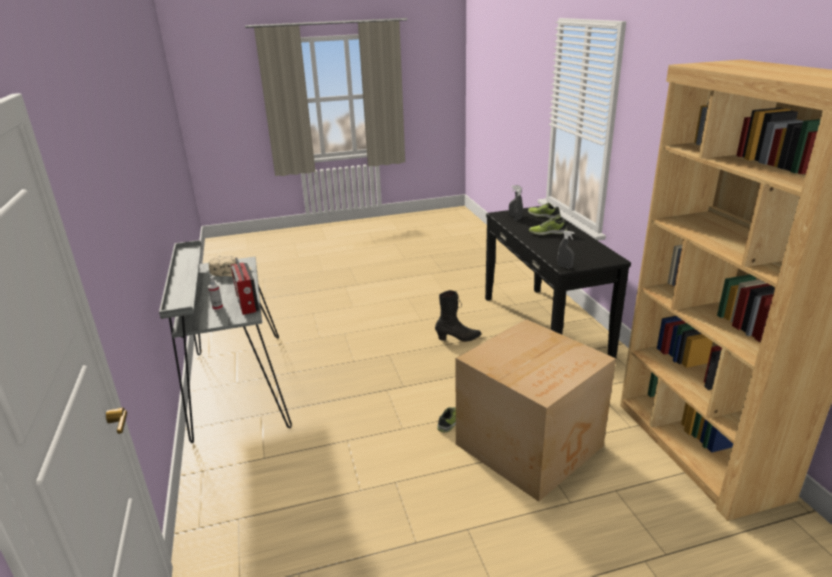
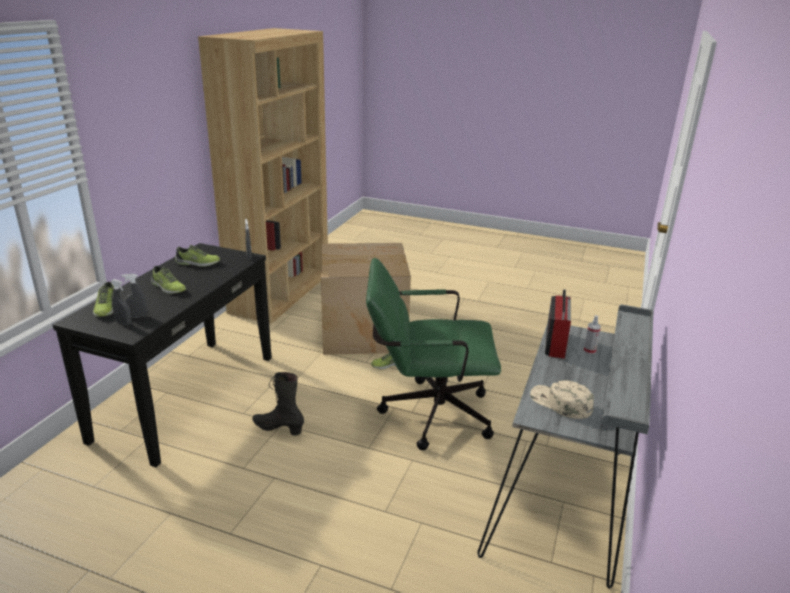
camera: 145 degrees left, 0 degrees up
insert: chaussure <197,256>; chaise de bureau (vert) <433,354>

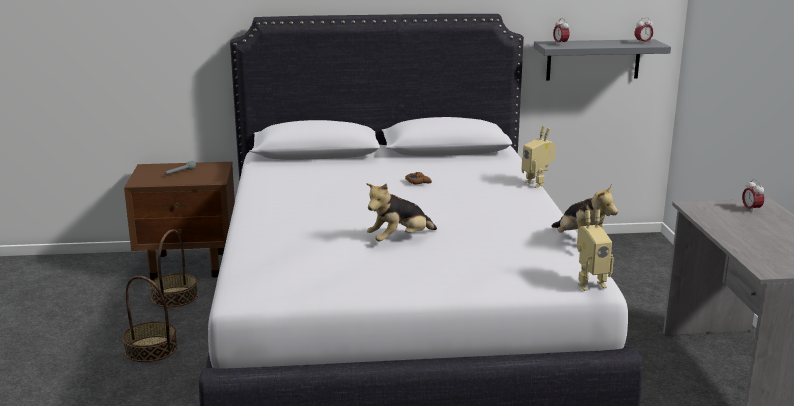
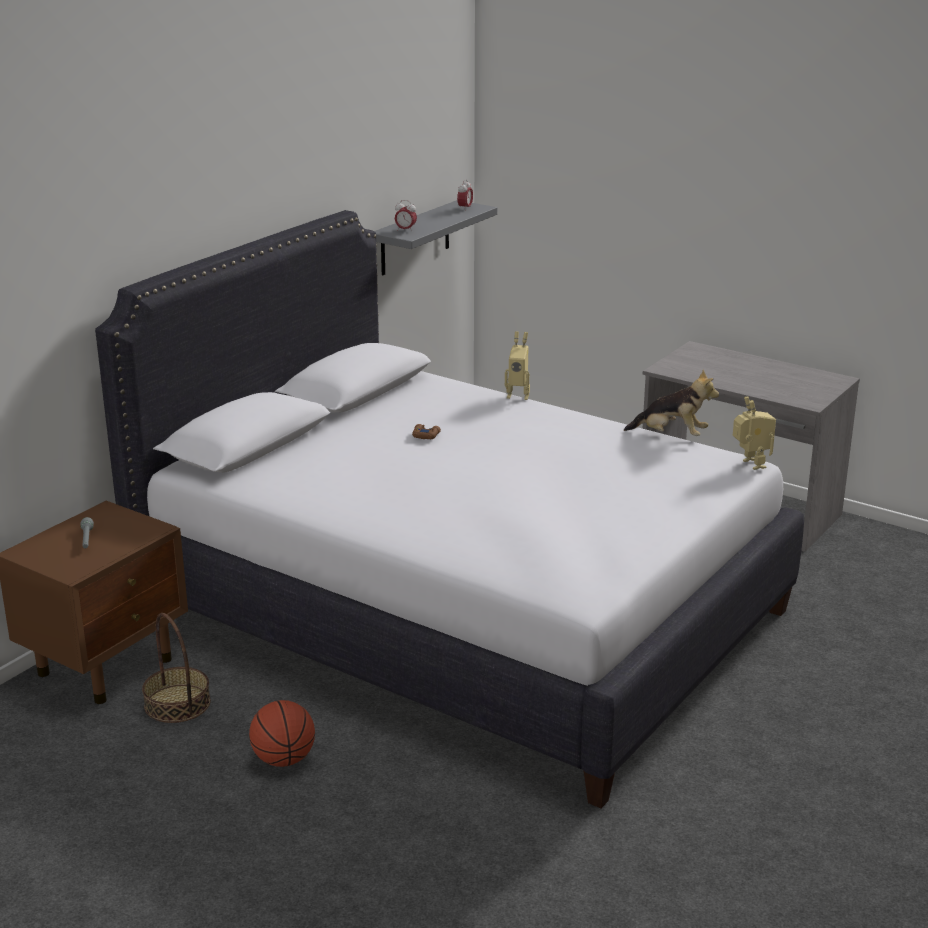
camera: 50 degrees left, 5 degrees up
delete: peluche <401,212>; réveil <753,196>
replace: panier <150,319> to ballon de basket <282,733>
rotate: robot jouet <595,250> = <754,433> 45 degrees counterclockwise

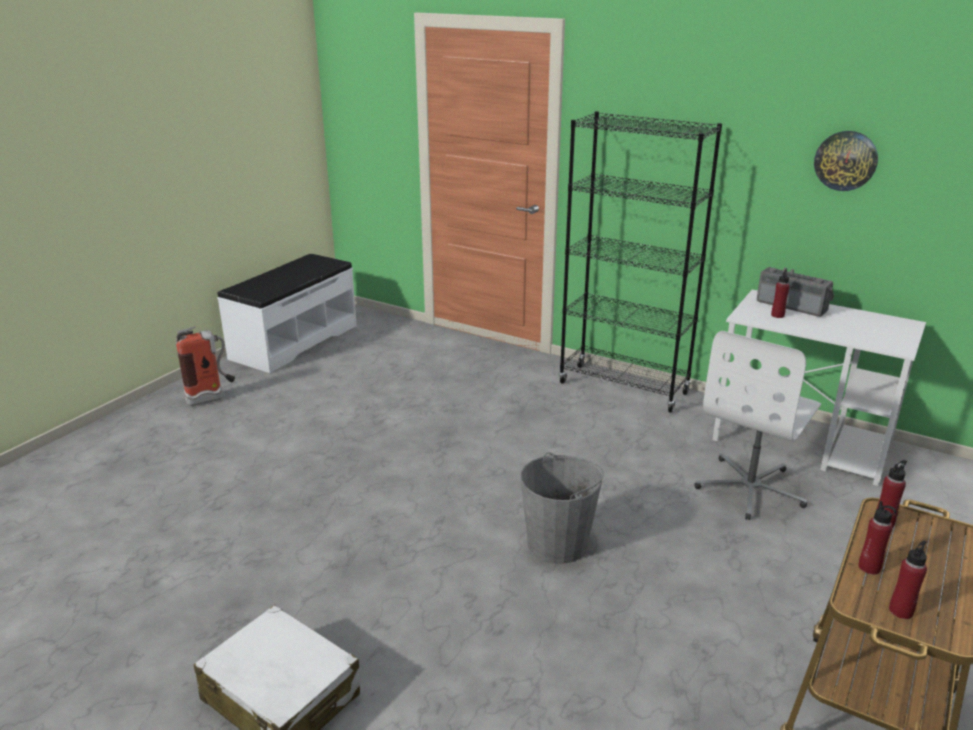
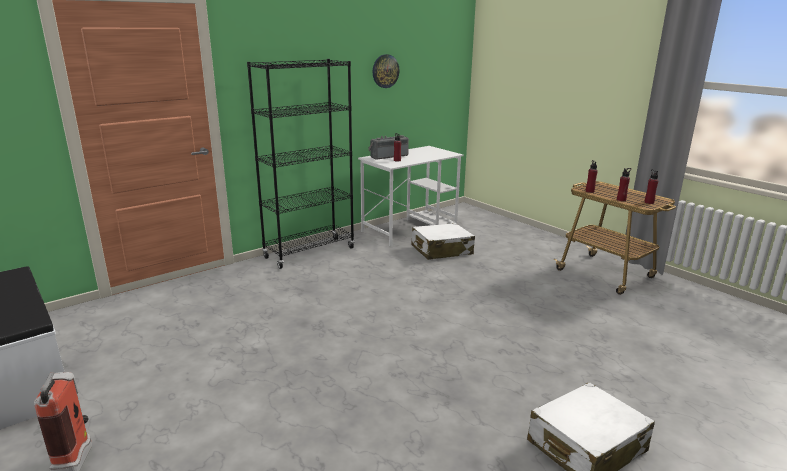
camera: 70 degrees left, 5 degrees down
delete: seau (gris) <562,508>
replace: chaise de bureau (blanc) <758,425> to valise (blanc) <443,241>

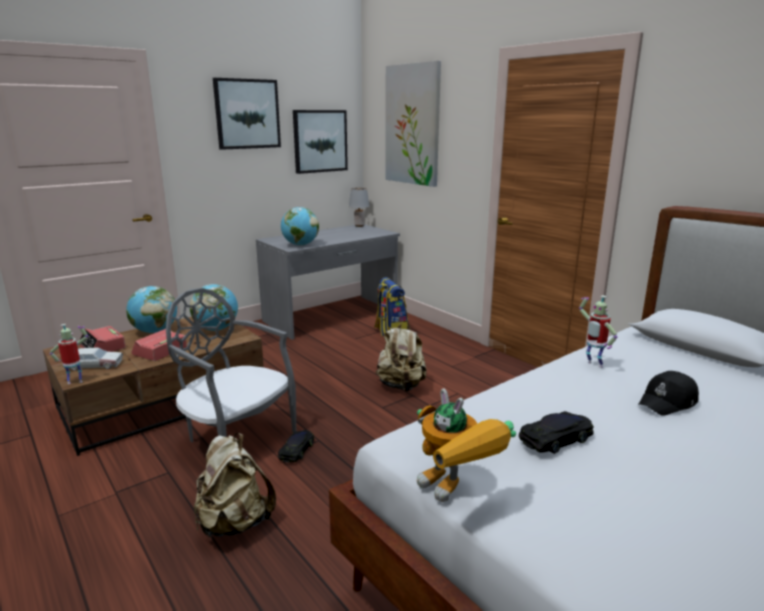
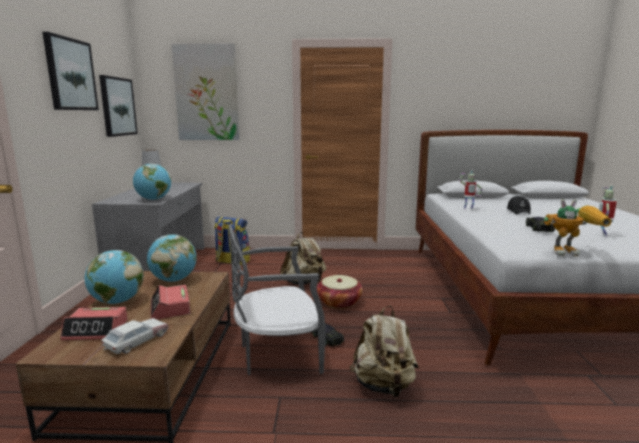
camera: 50 degrees left, 5 degrees down
insert: panier <340,292>
move: robot jouet <69,354> to <608,211>

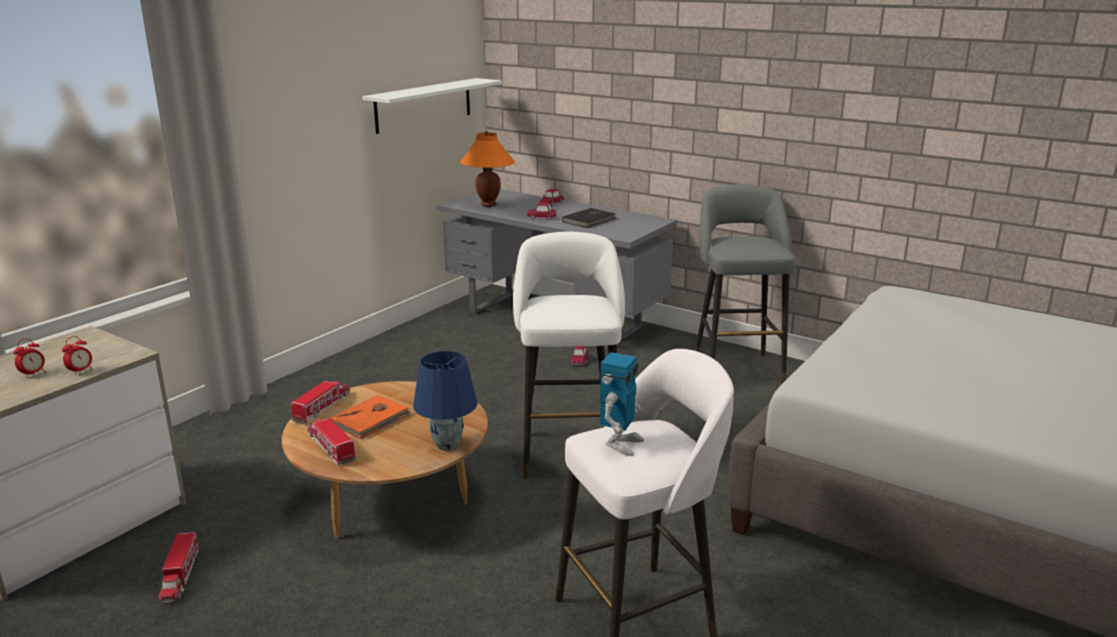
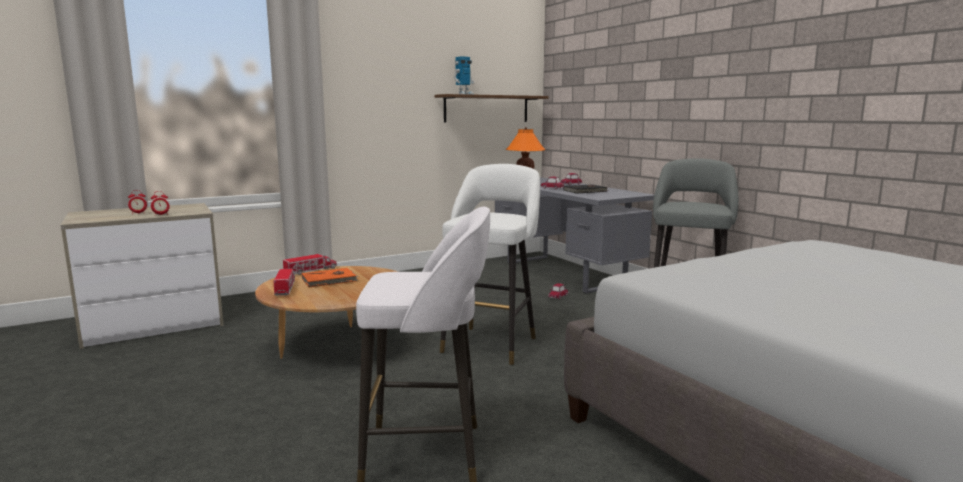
camera: 25 degrees right, 10 degrees down
delete: camion jouet <178,567>; lampe de table (bleu) <445,401>
move: robot jouet <622,404> to <464,75>
recolor: étagère (blanc) <432,106> to étagère (marron) <491,108>

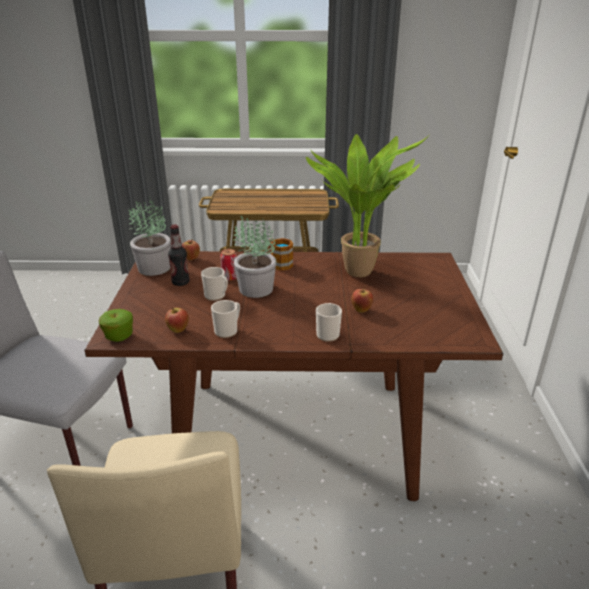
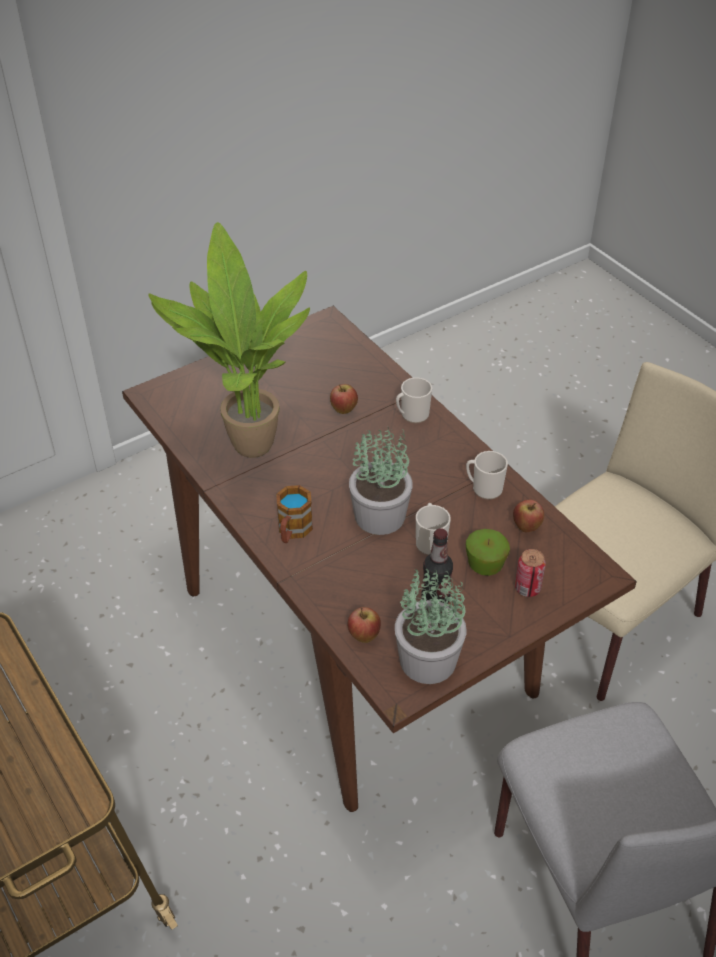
camera: 125 degrees left, 15 degrees up
move: pomme <115,325> to <488,552>; boîte métallique <228,265> to <530,573>

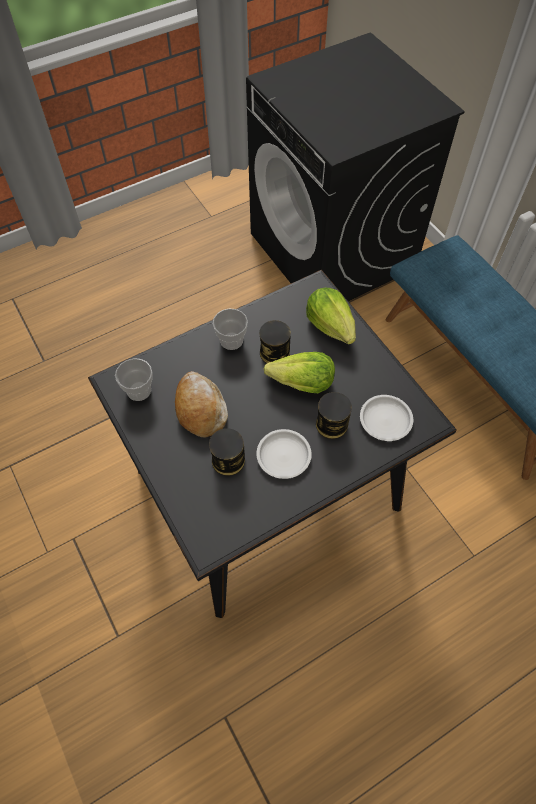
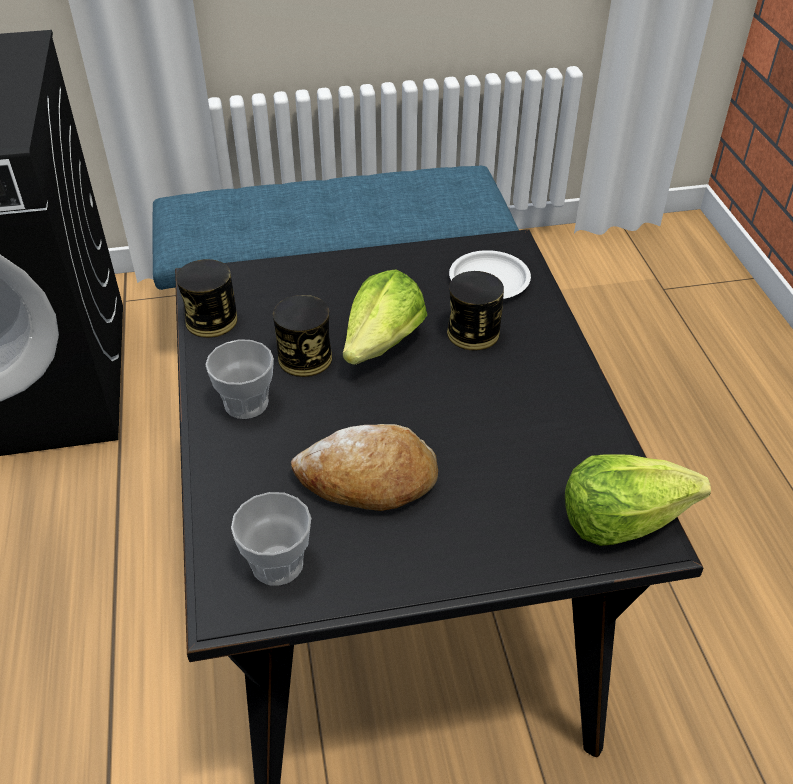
camera: 70 degrees left, 15 degrees down
delete: assiette (blanc) <284,454>
move: boîte métallique <227,452> to <206,298>; laitue <331,316> to <638,500>

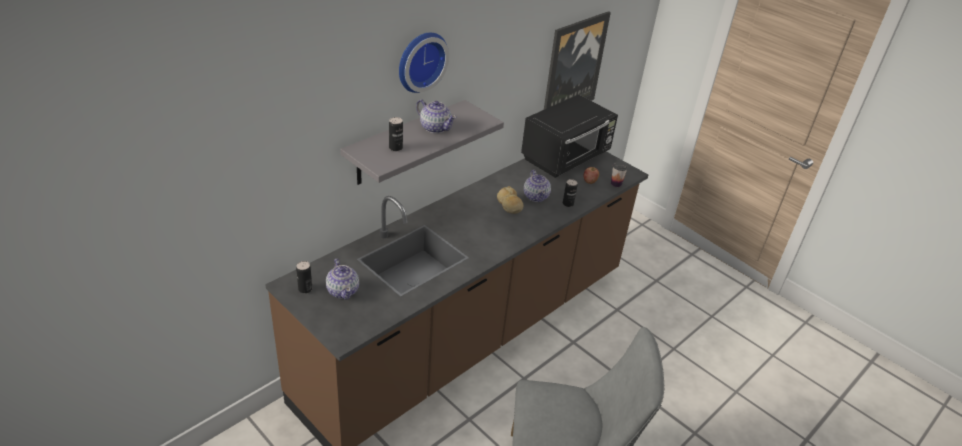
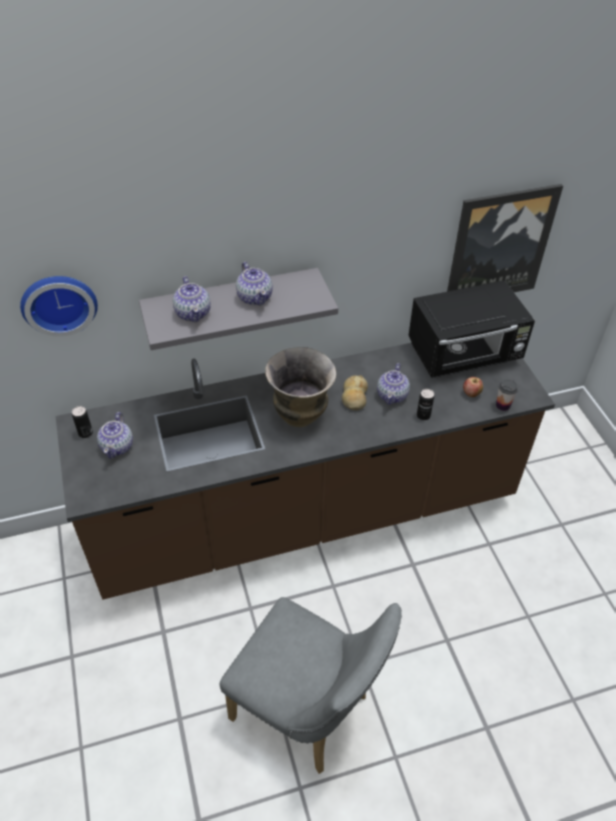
camera: 30 degrees right, 10 degrees up
insert: vase <300,387>
move: horloge murale <424,63> to <59,306>
replace: boîte métallique <396,134> to théière <192,299>

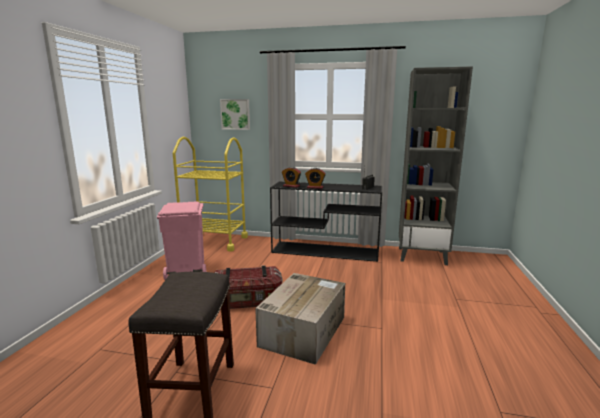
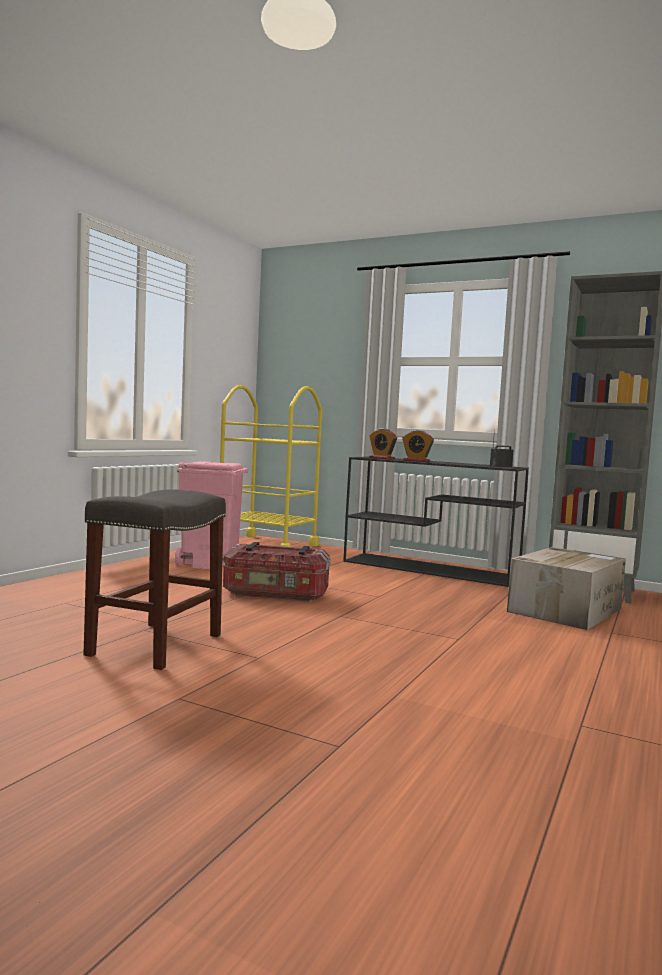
camera: 15 degrees right, 10 degrees down
delete: tableau <235,114>
move: carton <300,319> to <566,588>

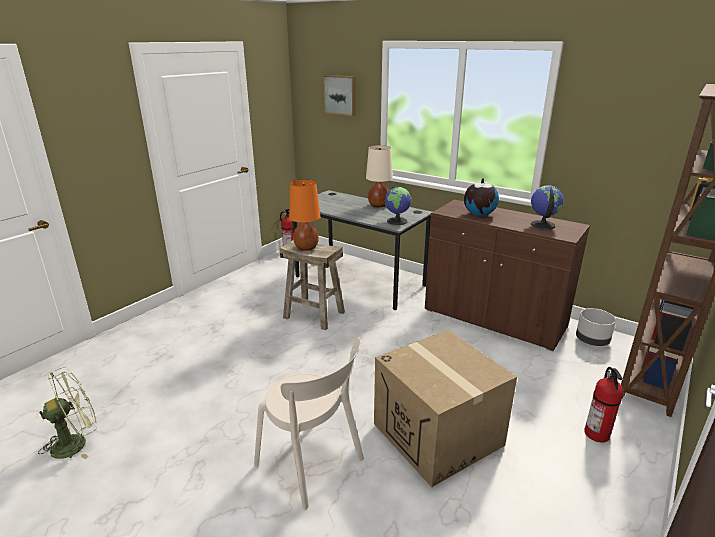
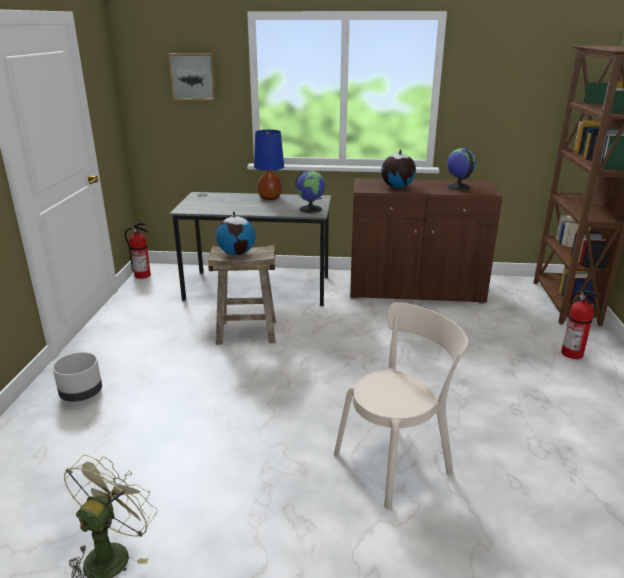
camera: 30 degrees left, 0 degrees up
delete: carton <445,408>
move: cache-pot (gris) <596,327> to <77,377>
replace: lampe de table (orange) <304,215> to globe <235,233>
recolor: lampe de table (beige) <379,176> to lampe de table (bleu) <269,165>
rotate: chaise (beige) <309,423> = <401,405> 45 degrees counterclockwise

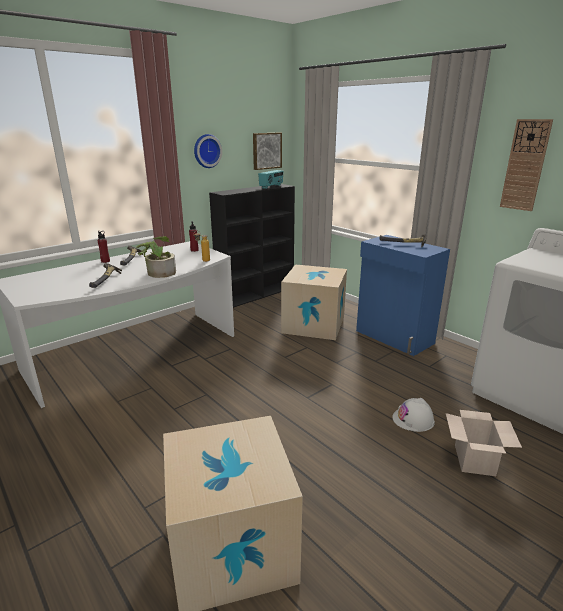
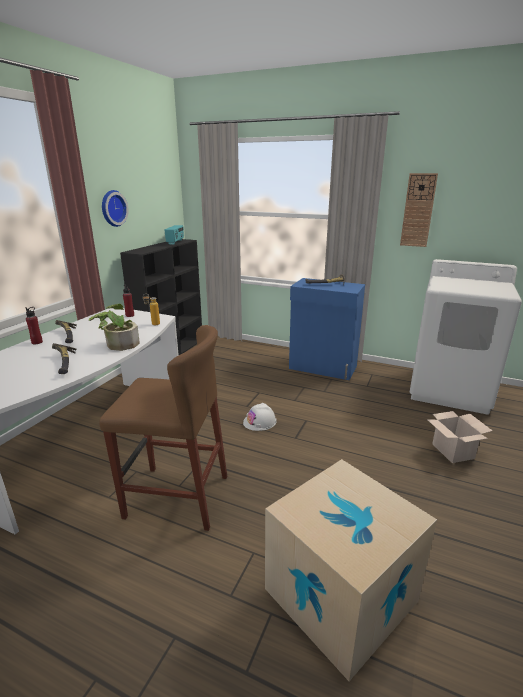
camera: 25 degrees left, 0 degrees up
delete: tableau <267,151>; carton <314,302>
insert: tabouret (marron) <163,428>
move: casque de chantier (blanc) <413,415> to <260,417>

